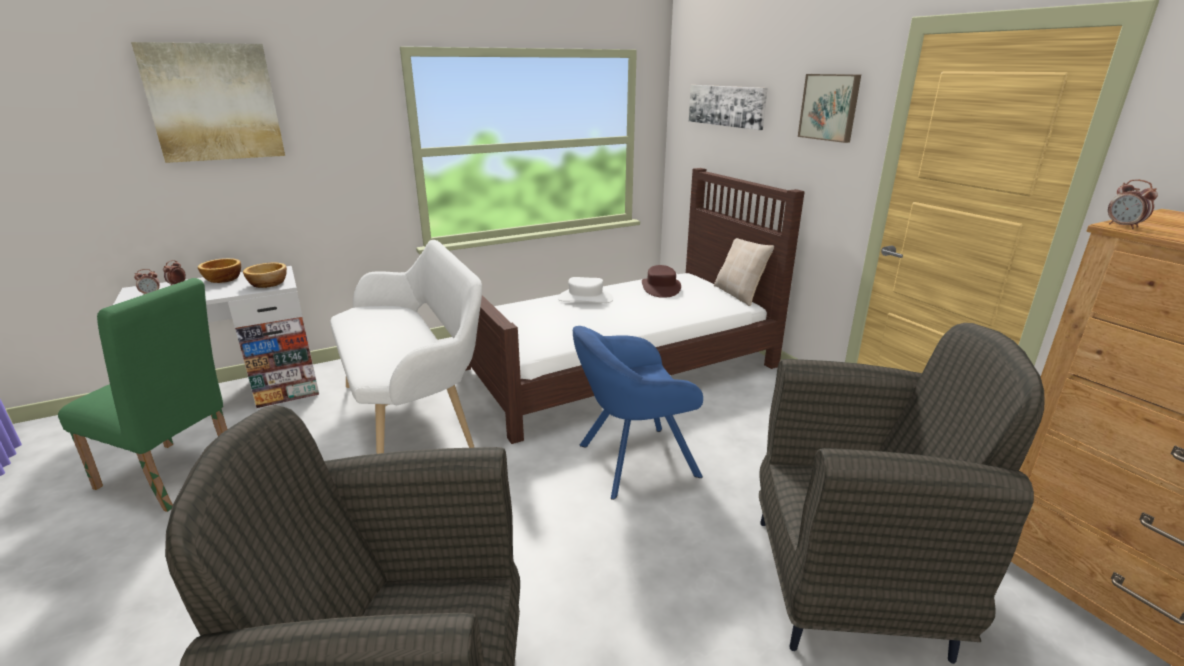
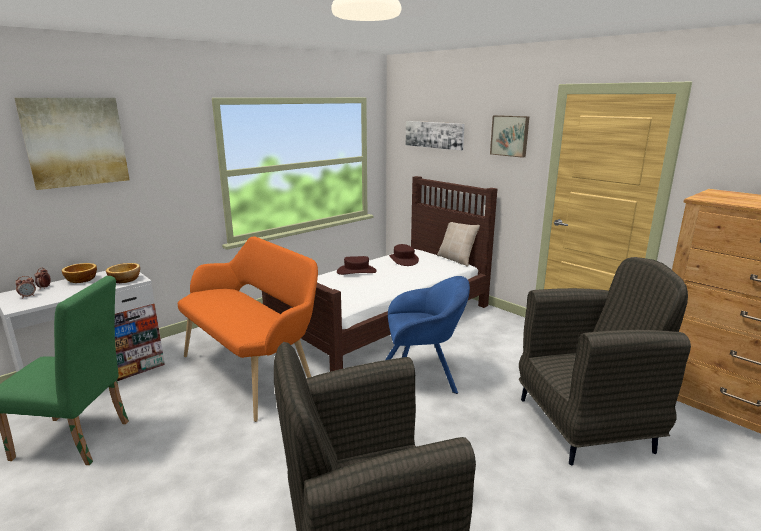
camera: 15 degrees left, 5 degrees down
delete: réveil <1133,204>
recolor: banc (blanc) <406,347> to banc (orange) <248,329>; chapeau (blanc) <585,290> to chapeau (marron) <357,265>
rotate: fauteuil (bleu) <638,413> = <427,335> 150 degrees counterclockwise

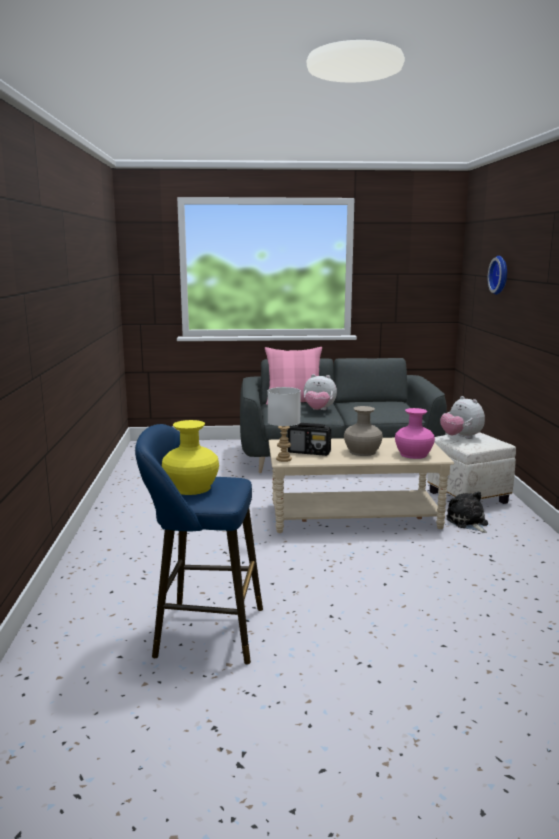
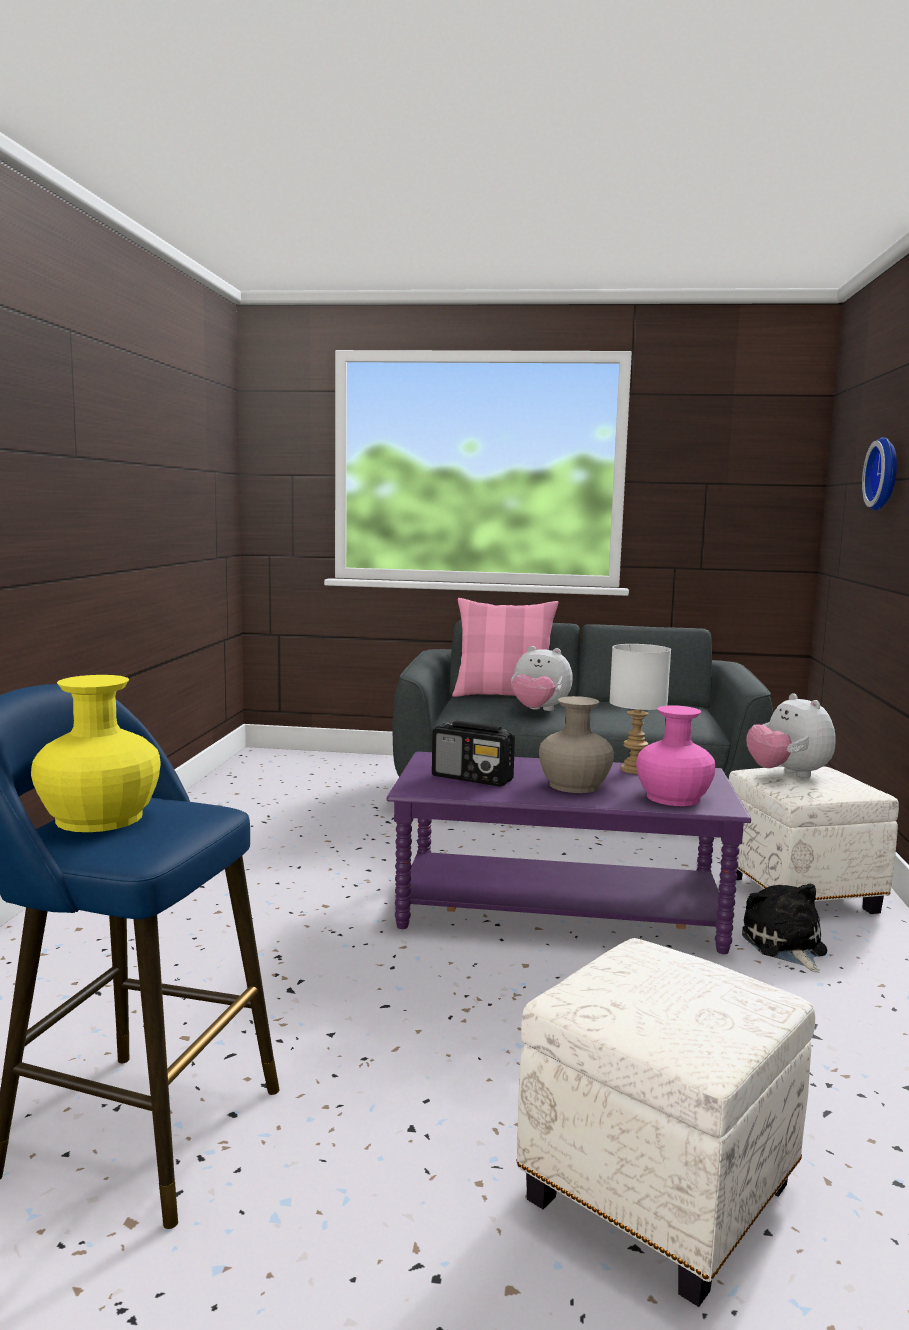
camera: 10 degrees right, 5 degrees down
insert: pouf (blanc) <666,1122>
move: lampe de table (blanc) <284,424> to <640,709>
recolor: table basse (beige) <361,485> to table basse (violet) <569,853>

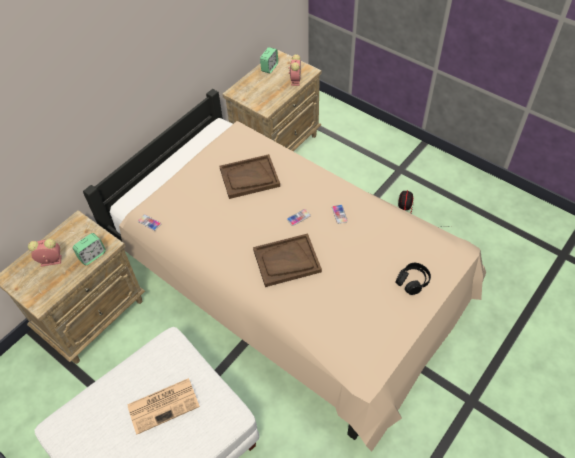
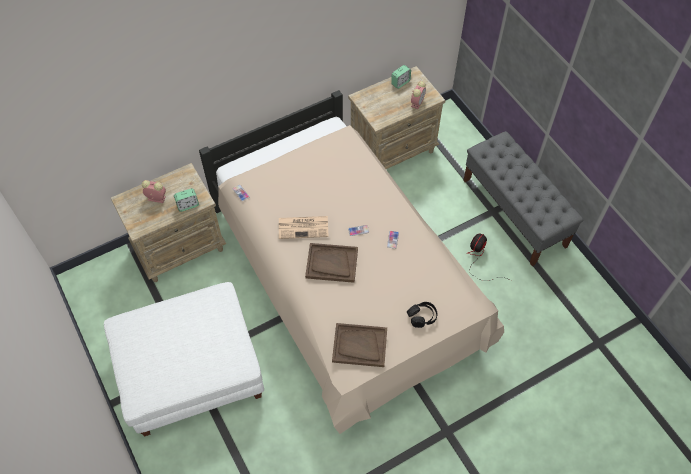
camera: 20 degrees right, 5 degrees up
insert: banc (gris) <523,198>
move: journal <163,406> to <304,227>; plateau (marron) <249,176> to <359,345>

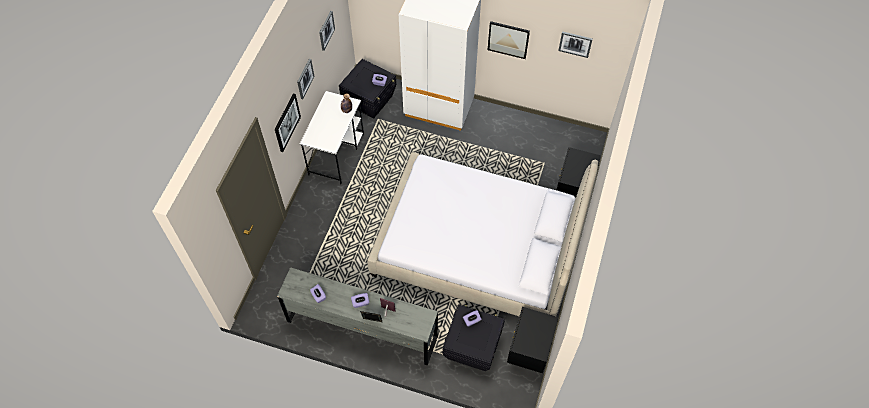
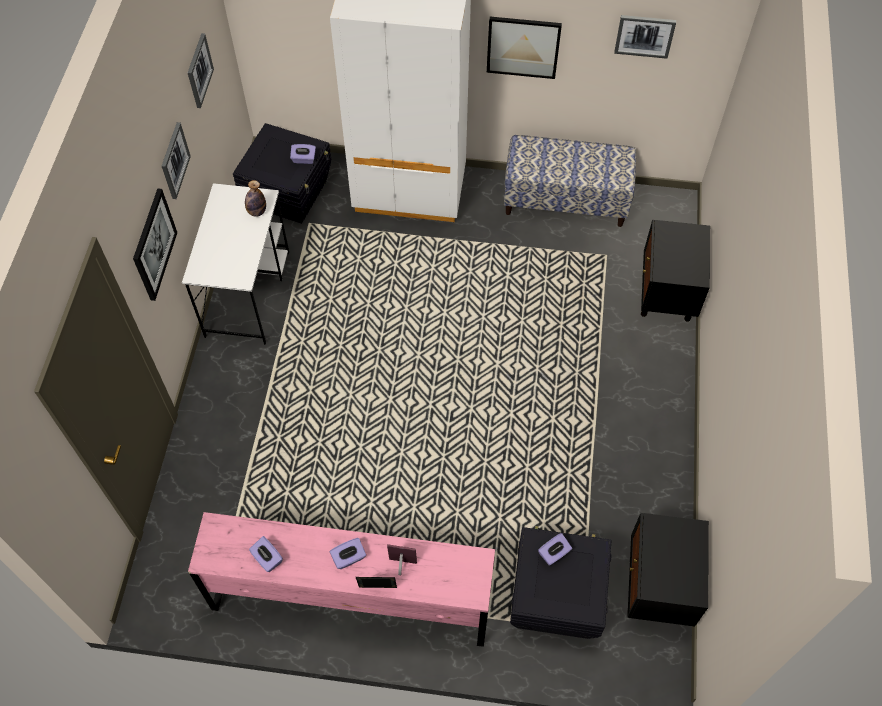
camera: 10 degrees left, 0 degrees up
delete: lit <482,234>
insert: banc <570,181>
recolor: commode (gris) <357,316> to commode (rose) <341,579>

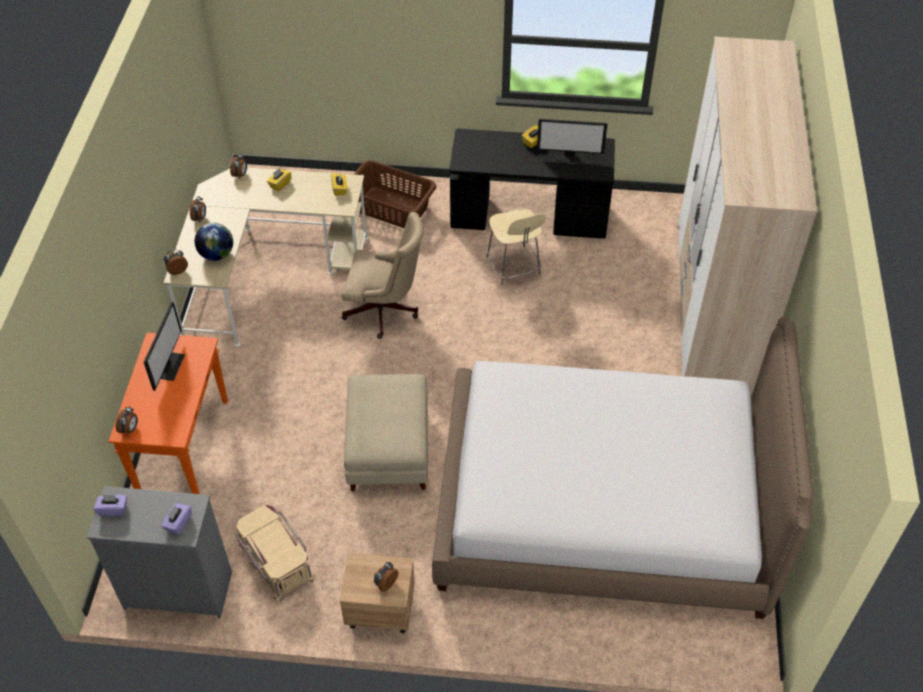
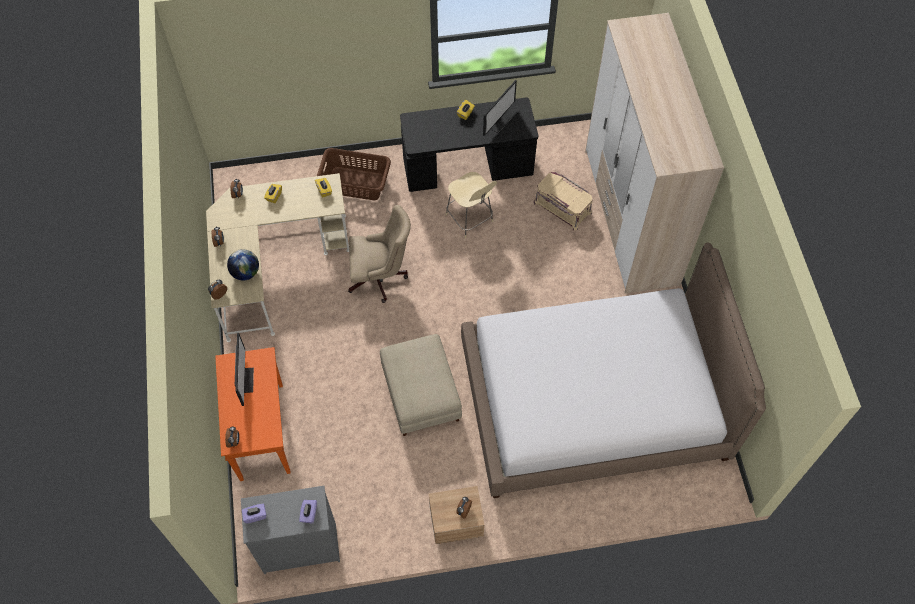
camera: 15 degrees left, 10 degrees up
move: boîte de rangement (beige) <275,553> to <563,201>
rotate: écran d'ordinateur <572,142> = <500,108> 45 degrees counterclockwise

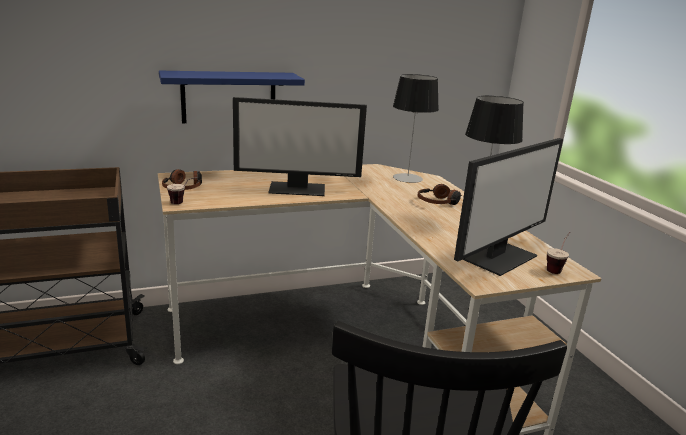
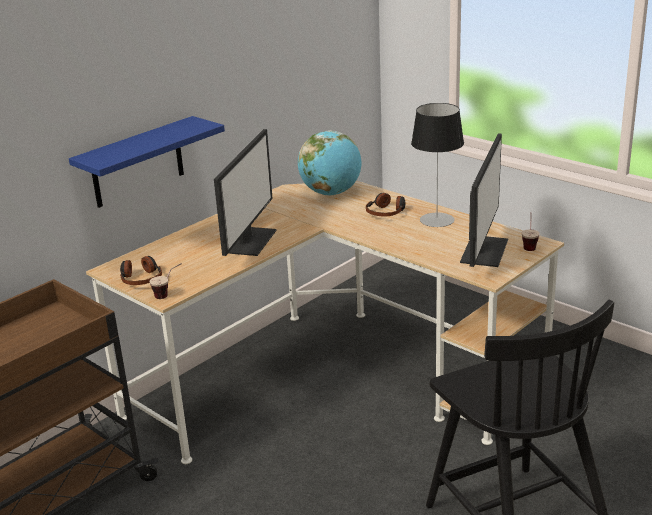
camera: 25 degrees left, 5 degrees up
replace: lampe de table <416,128> to globe <329,163>
rotate: écran d'ordinateur <300,146> = <245,192> 45 degrees counterclockwise

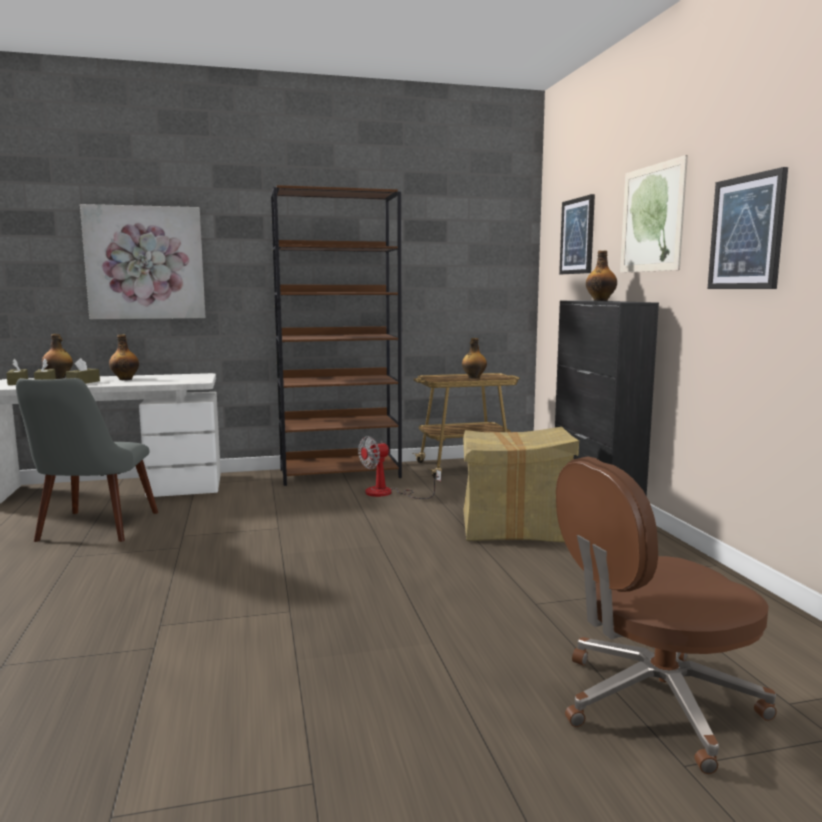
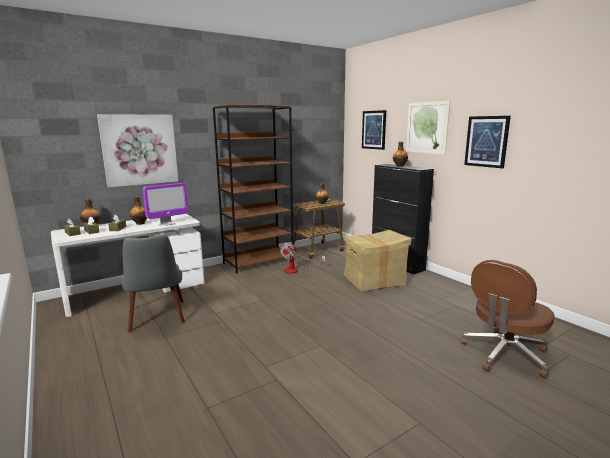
camera: 20 degrees left, 5 degrees up
insert: écran d'ordinateur <165,204>

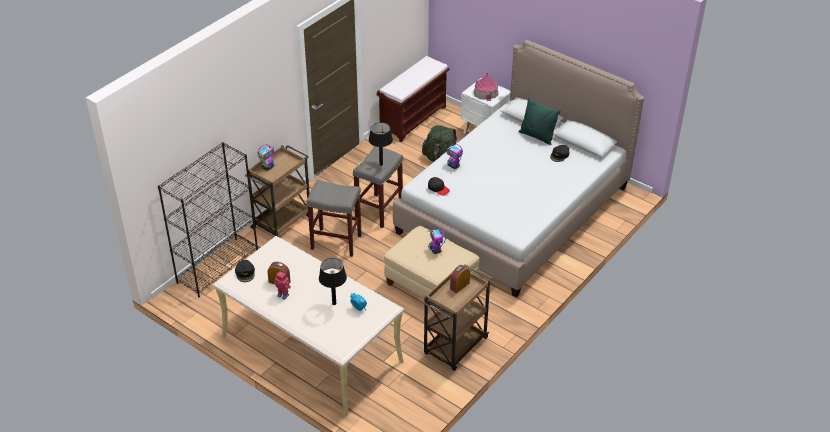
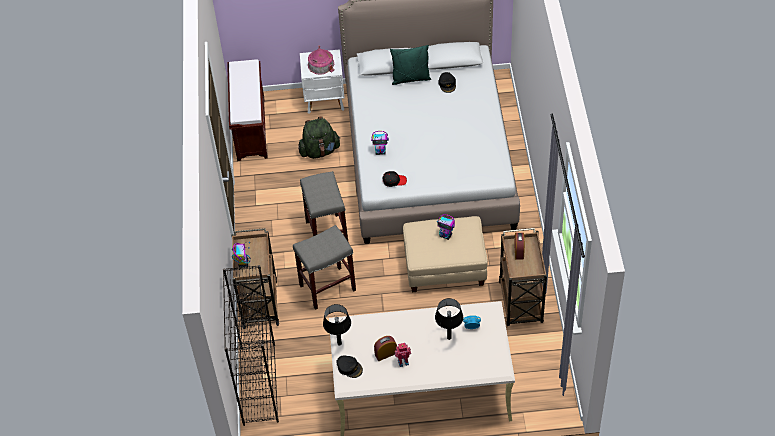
camera: 40 degrees left, 10 degrees up
move: lampe de table (noir) <381,144> to <337,325>

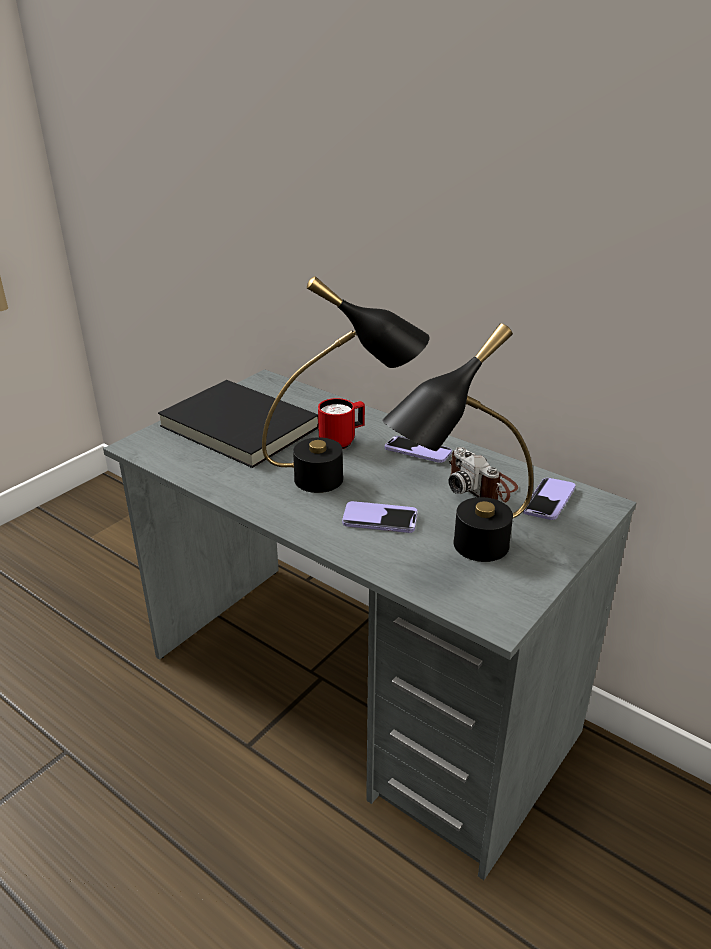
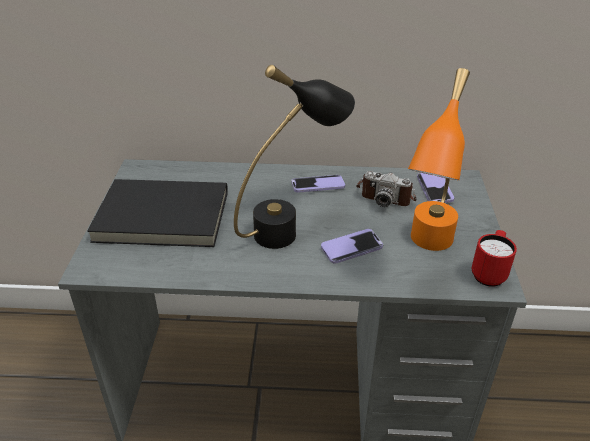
camera: 35 degrees left, 5 degrees up
move: mug (rouge) <341,423> to <494,258>
recolor: lampe de table (noir) <457,442> to lampe de table (orange) <439,159>

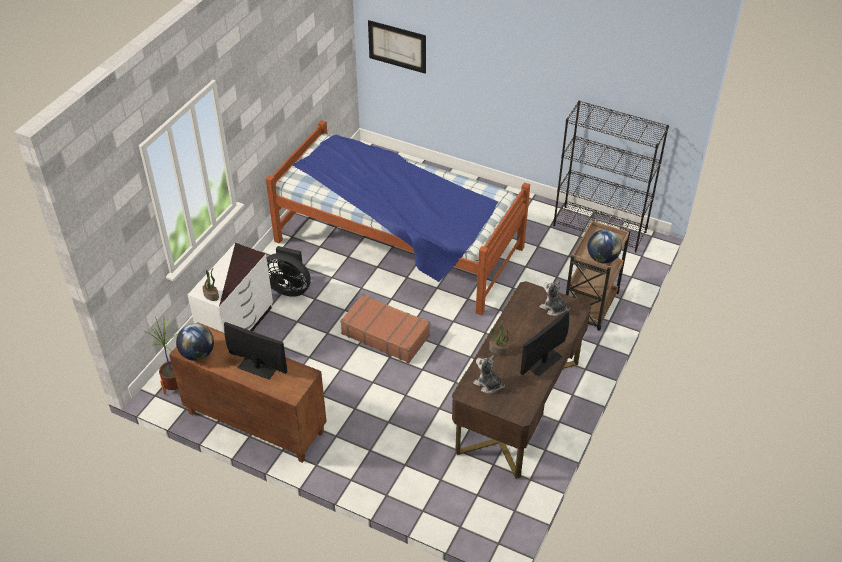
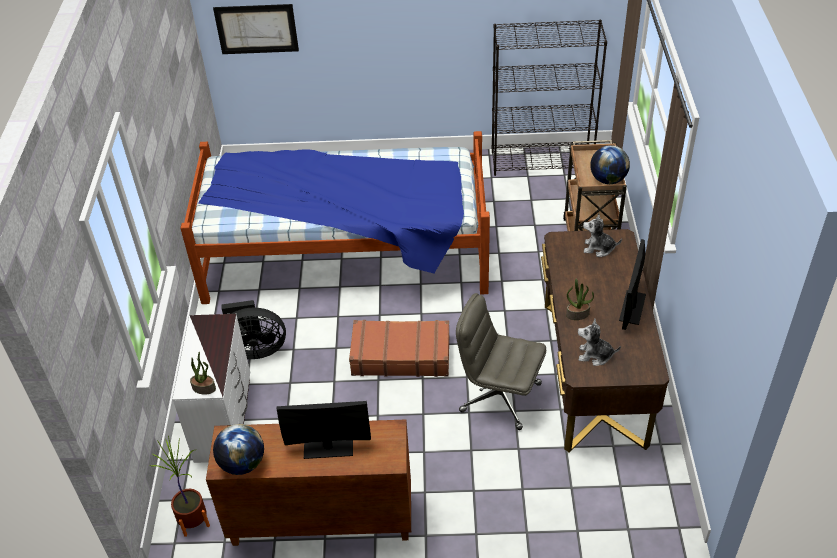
camera: 25 degrees left, 0 degrees up
insert: chaise de bureau (gris) <501,361>

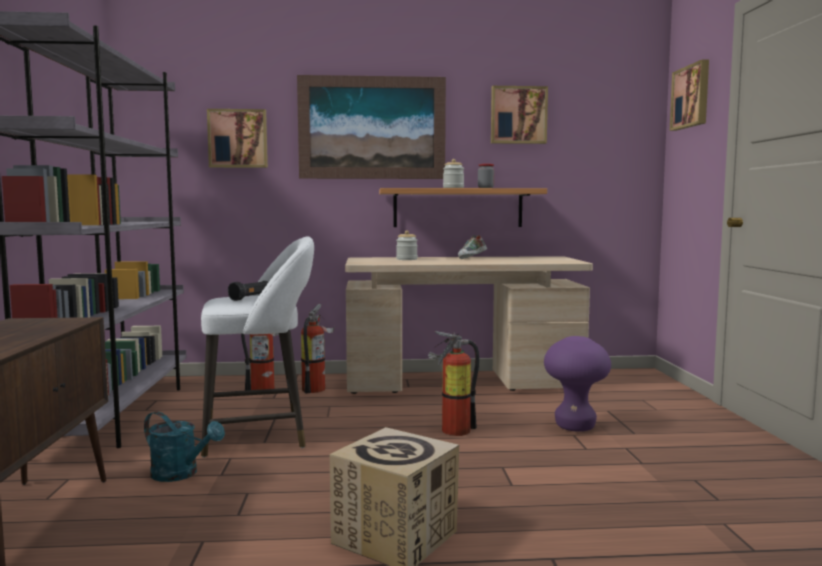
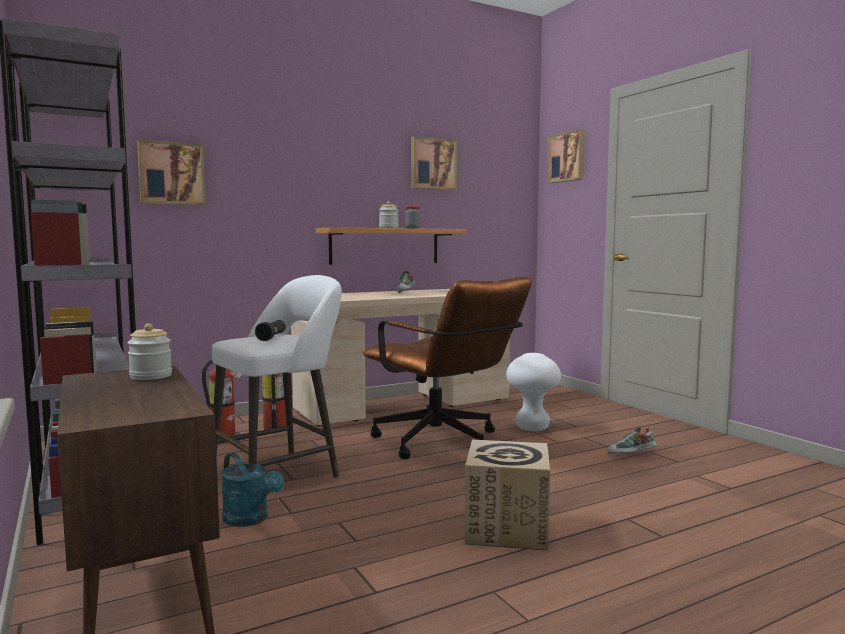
camera: 25 degrees left, 0 degrees up
delete: tableau <371,127>
insert: chaussure <632,441>
move: bocal <407,245> to <150,351>
replace: extincteur <454,383> to chaise de bureau (marron) <447,368>
recolor: tabouret (violet) <577,384> to tabouret (blanc) <533,392>
rotate: arrosoir (turquoise) <184,446> = <252,490> 45 degrees clockwise

